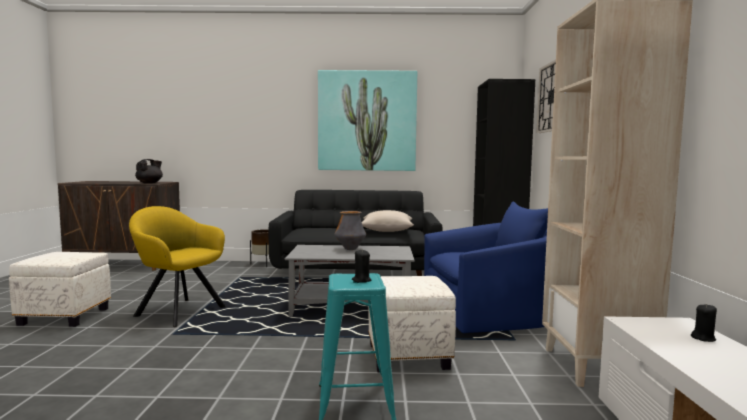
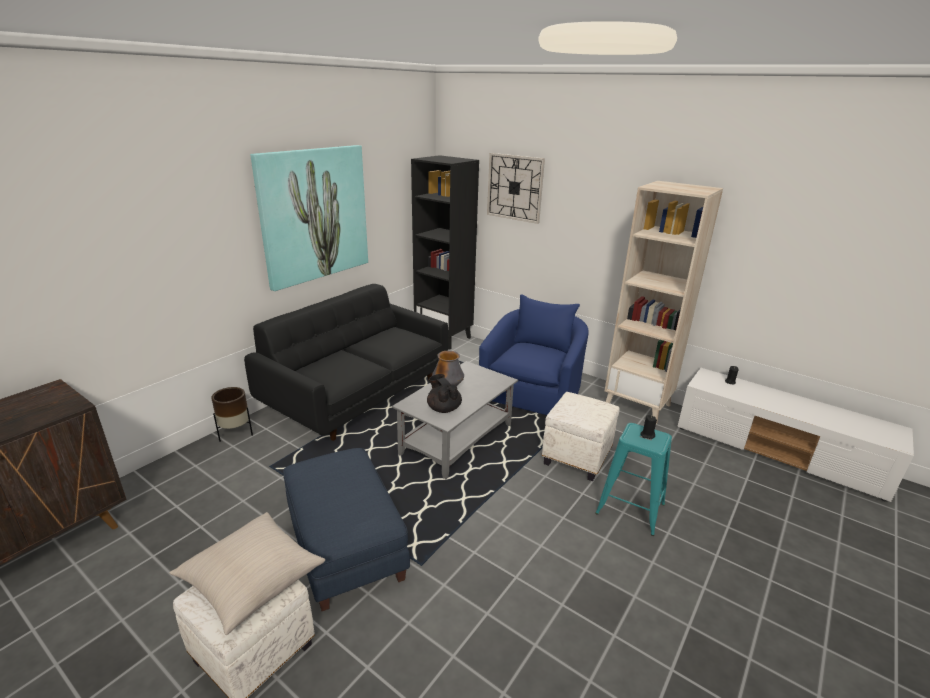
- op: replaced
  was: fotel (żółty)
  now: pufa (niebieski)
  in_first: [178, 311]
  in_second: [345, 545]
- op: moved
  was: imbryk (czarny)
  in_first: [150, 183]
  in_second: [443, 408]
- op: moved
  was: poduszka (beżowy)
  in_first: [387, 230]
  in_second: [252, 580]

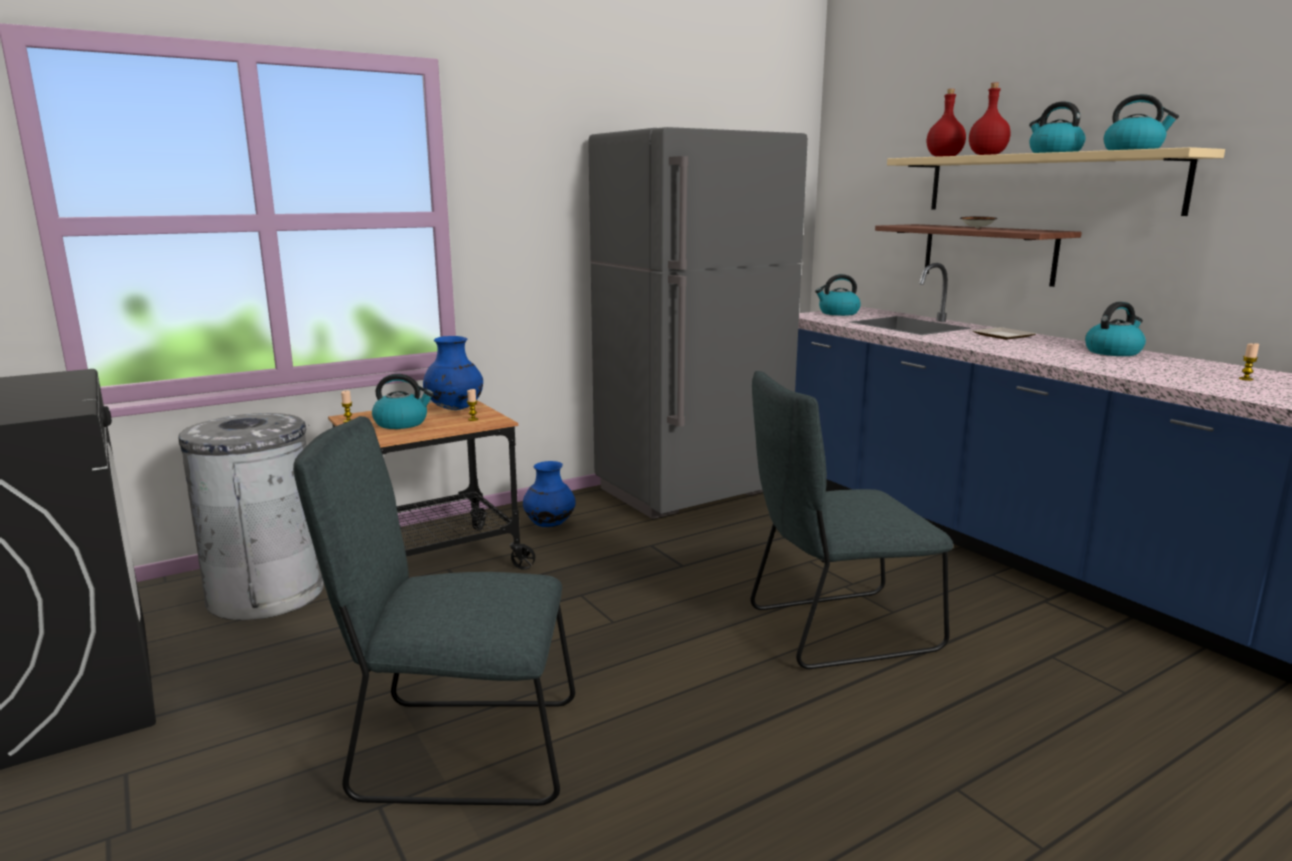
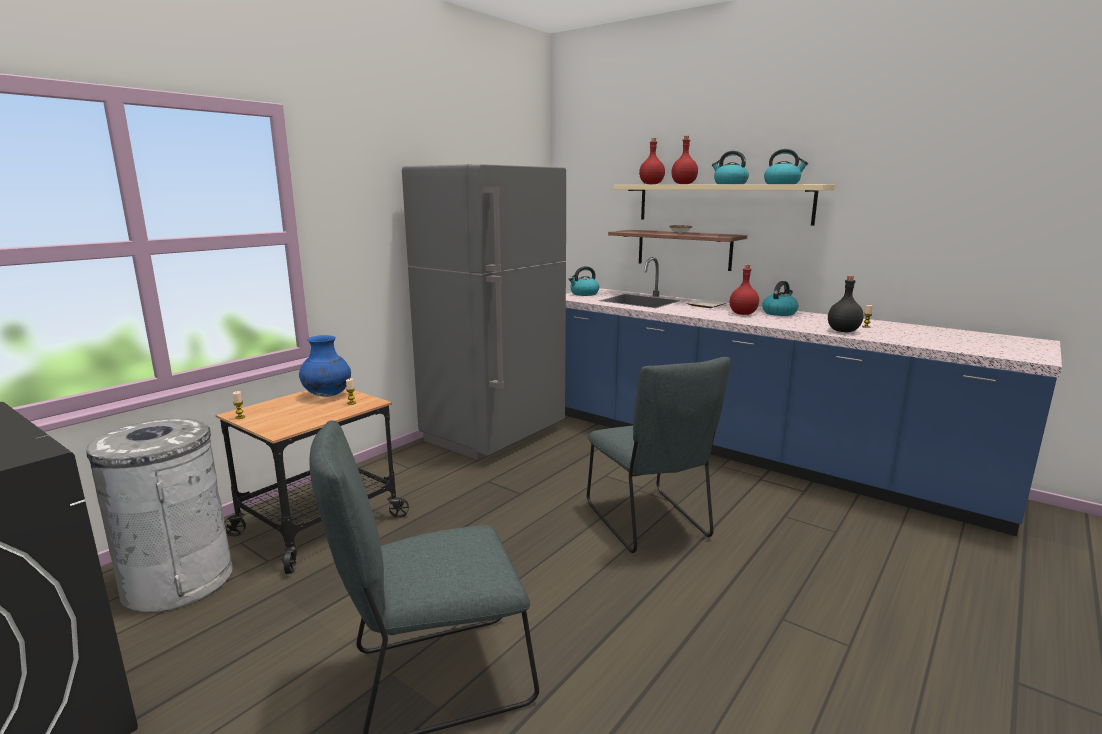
- op: removed
  was: czajnik
  in_first: [402, 423]
- op: removed
  was: wazon (niebieski)
  in_first: [549, 525]
- op: turned
  was: krzesło (szary)
  in_first: [834, 630]
  in_second: [649, 523]
  clockwise: -75
- op: added
  now: butelka (czerwony)
  in_second: [742, 314]
- op: added
  now: butelka (czarny)
  in_second: [843, 331]

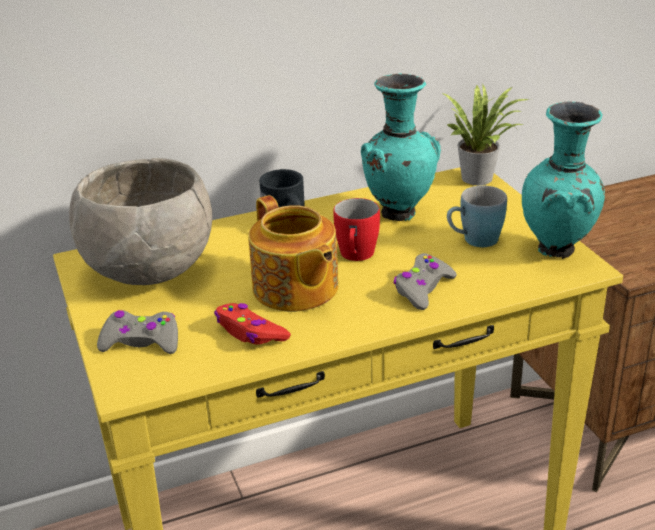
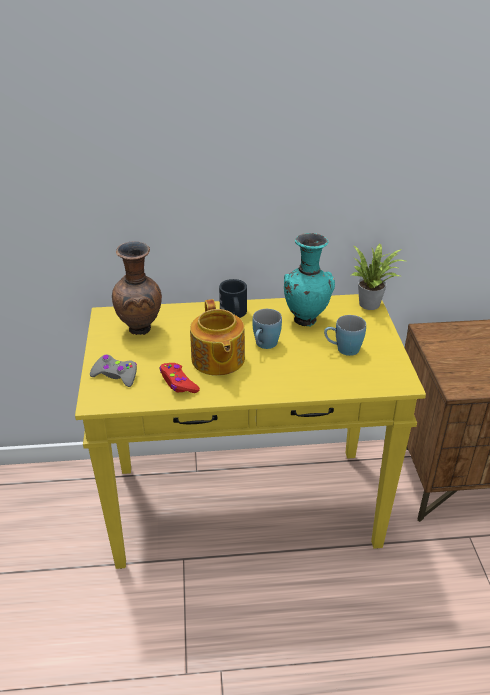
- op: replaced
  was: miska (szary)
  now: wazon (brązowy)
  in_first: [152, 271]
  in_second: [141, 330]
- op: recoloured
  was: kubek (czerwony)
  now: kubek (niebieski)
  in_first: [356, 257]
  in_second: [264, 345]
- op: removed
  was: pad do gier (szary)
  in_first: [423, 289]
- op: removed
  was: wazon (turkusowy)
  in_first: [558, 251]

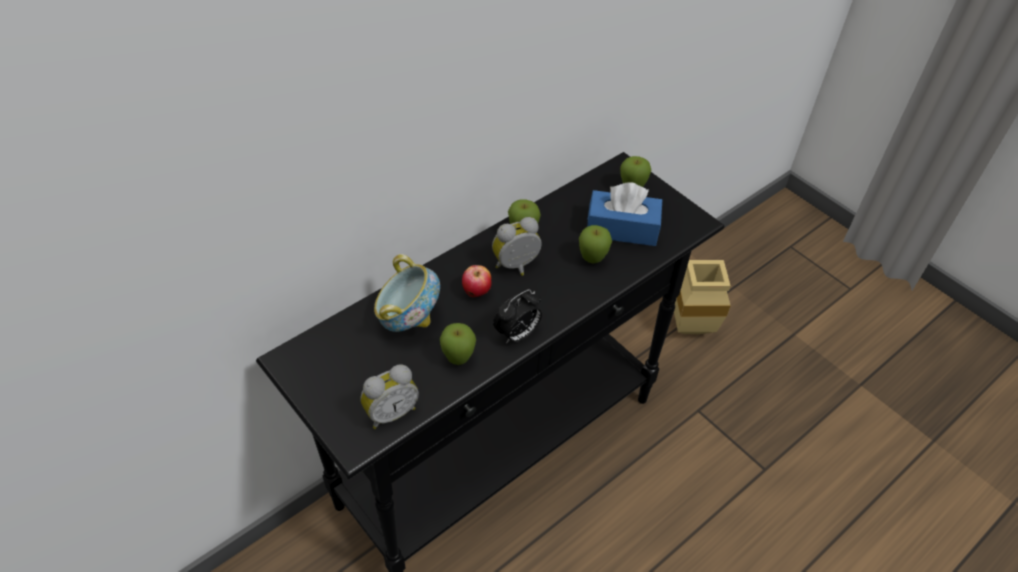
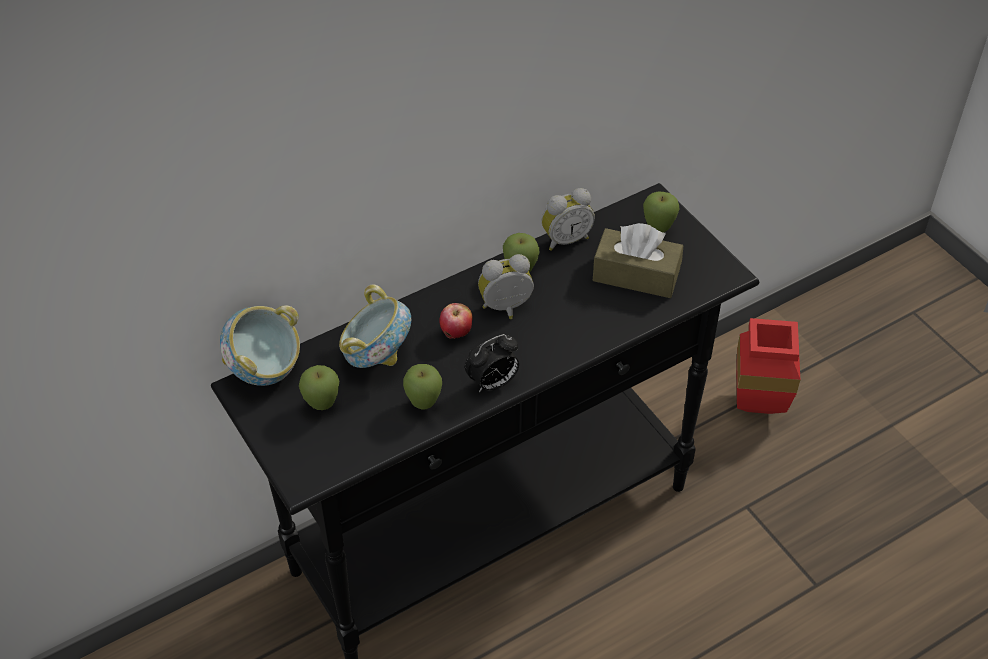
- op: moved
  was: budzik
  in_first: [390, 412]
  in_second: [565, 239]
- op: moved
  was: jabłko
  in_first: [592, 260]
  in_second: [322, 405]
- op: recoloured
  was: pudełko chusteczek (niebieski)
  now: pudełko chusteczek (brązowy)
  in_first: [622, 229]
  in_second: [636, 275]
- op: recoloured
  was: wazon (beżowy)
  now: wazon (czerwony)
  in_first: [688, 329]
  in_second: [755, 406]
- op: added
  now: miska
  in_second: [265, 370]

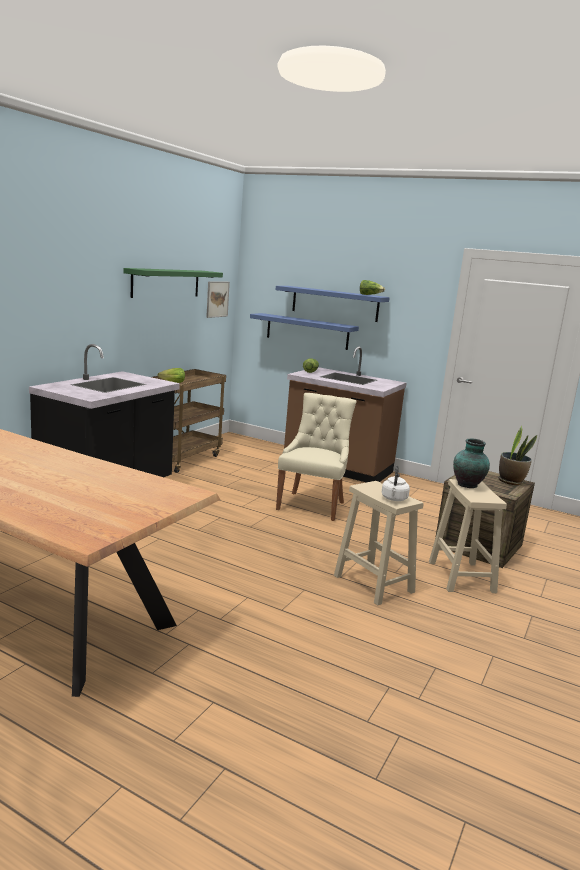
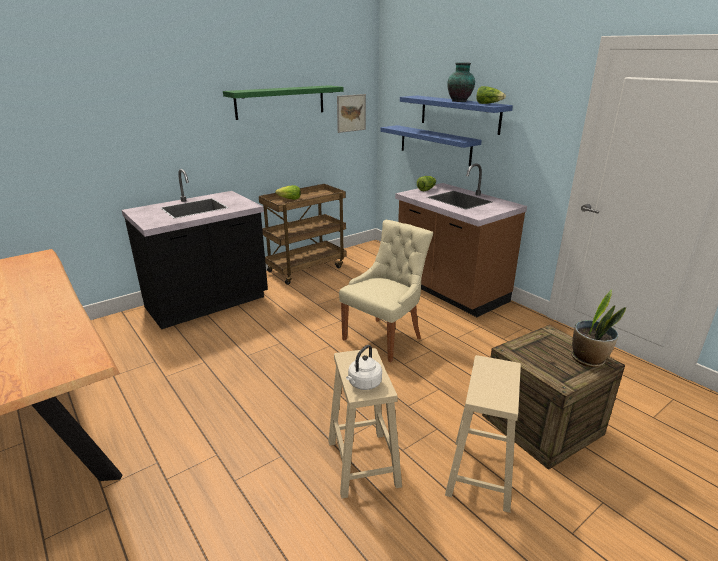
- op: moved
  was: wazon
  in_first: [468, 485]
  in_second: [460, 101]

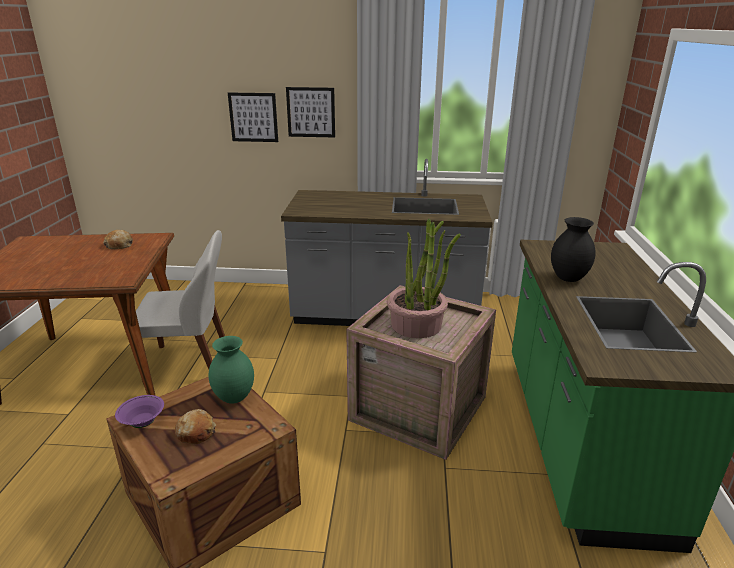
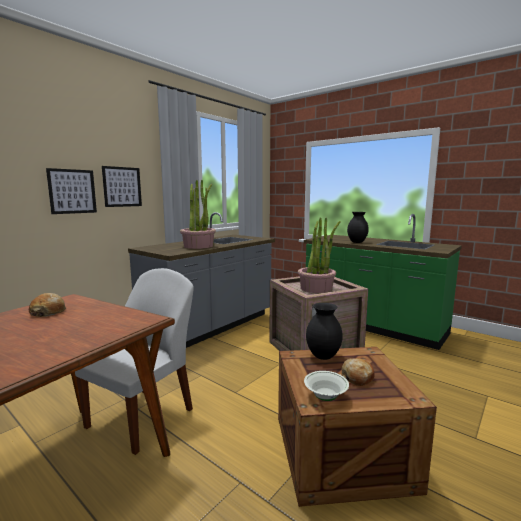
- op: recoloured
  was: miska (fioletowy)
  now: miska (biały)
  in_first: [143, 423]
  in_second: [325, 397]
- op: recoloured
  was: wazon (zielony)
  now: wazon (czarny)
  in_first: [233, 398]
  in_second: [323, 357]
- op: added
  now: roślina doniczkowa
  in_second: [198, 246]

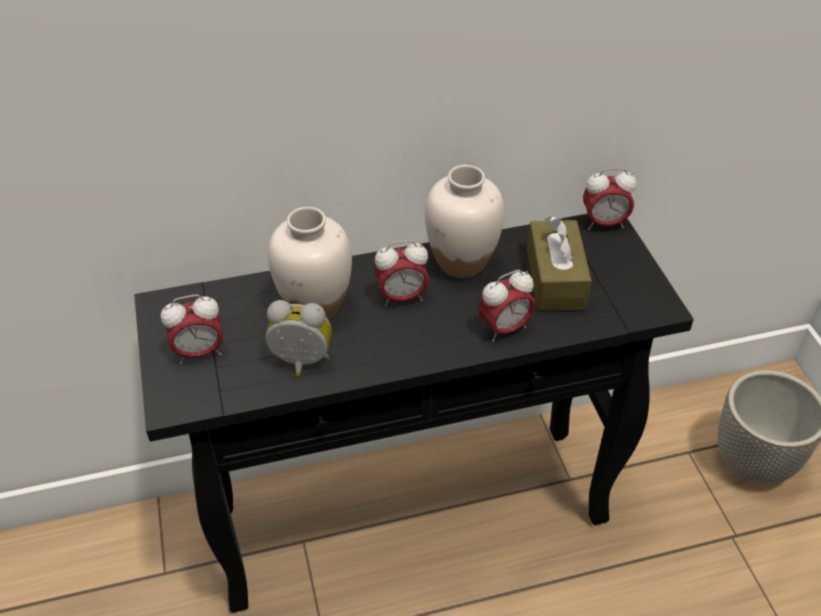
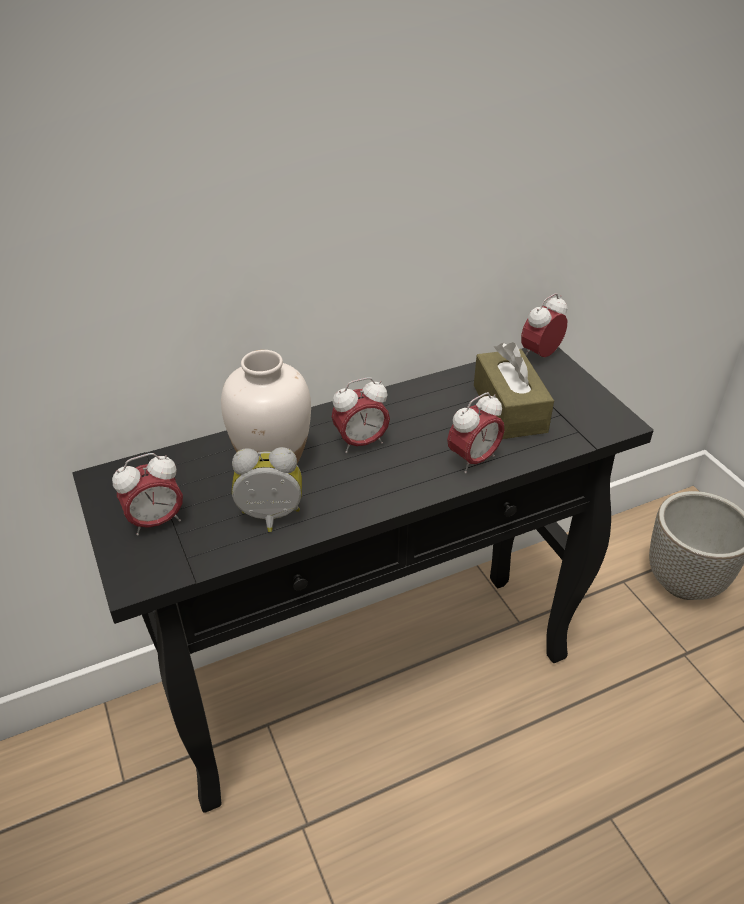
- op: removed
  was: wazon (biały)
  in_first: [461, 262]
- op: turned
  was: budzik
  in_first: [604, 223]
  in_second: [540, 355]
  clockwise: 150

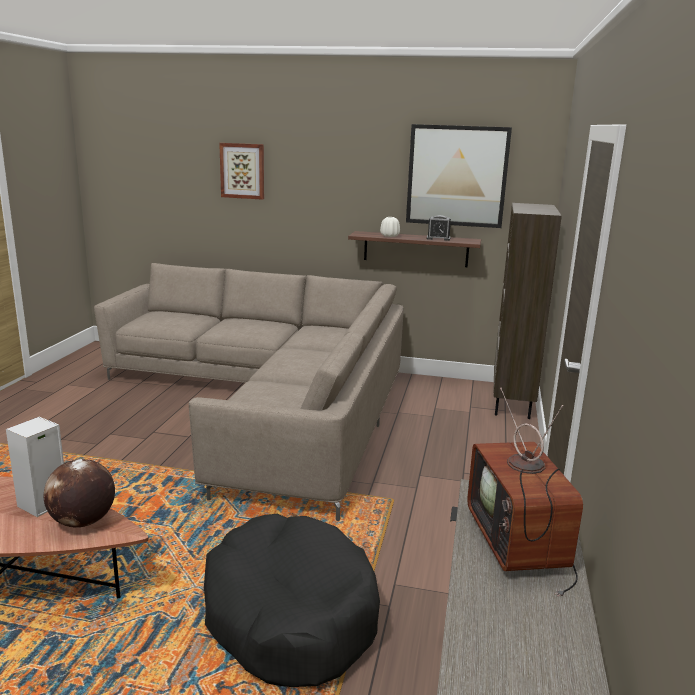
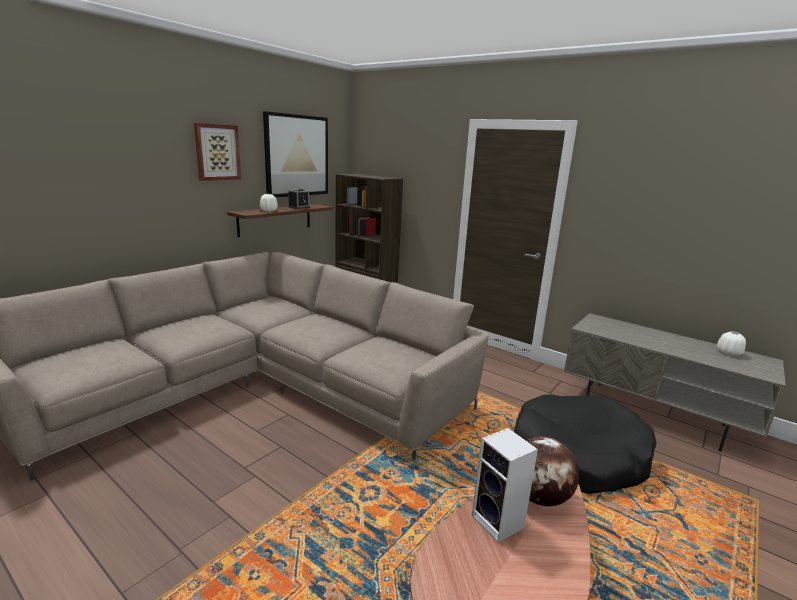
- op: moved
  was: obraz
  in_first: [242, 171]
  in_second: [217, 152]
- op: removed
  was: telewizor
  in_first: [521, 544]
- op: added
  now: wazon (biały)
  in_second: [729, 353]

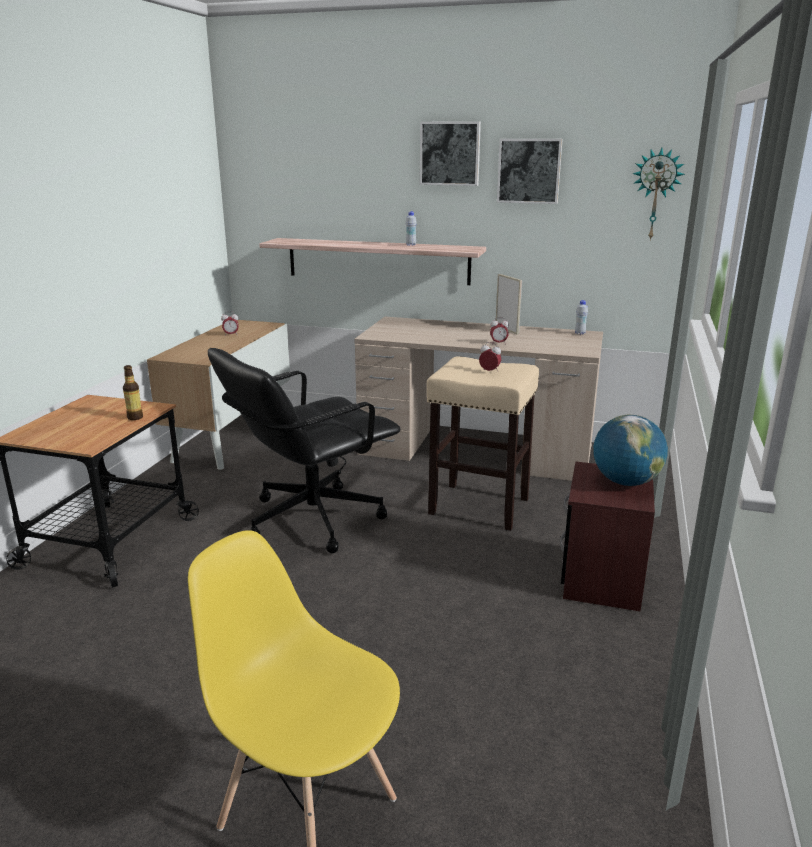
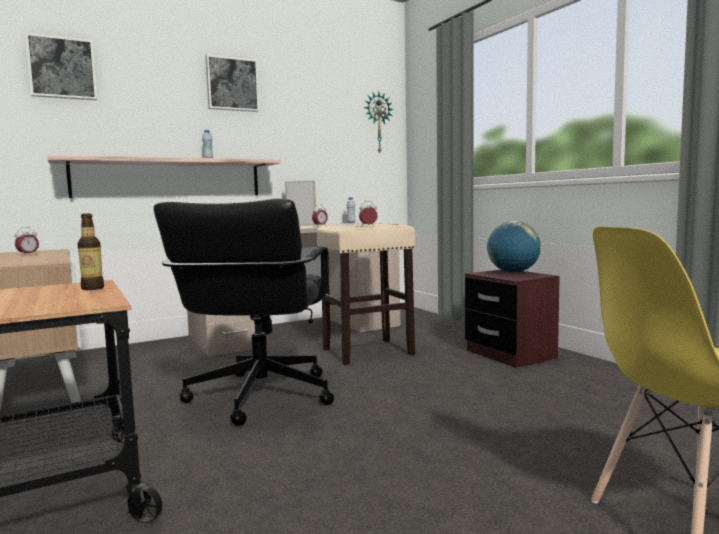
- op: moved
  was: obraz
  in_first: [529, 171]
  in_second: [62, 68]

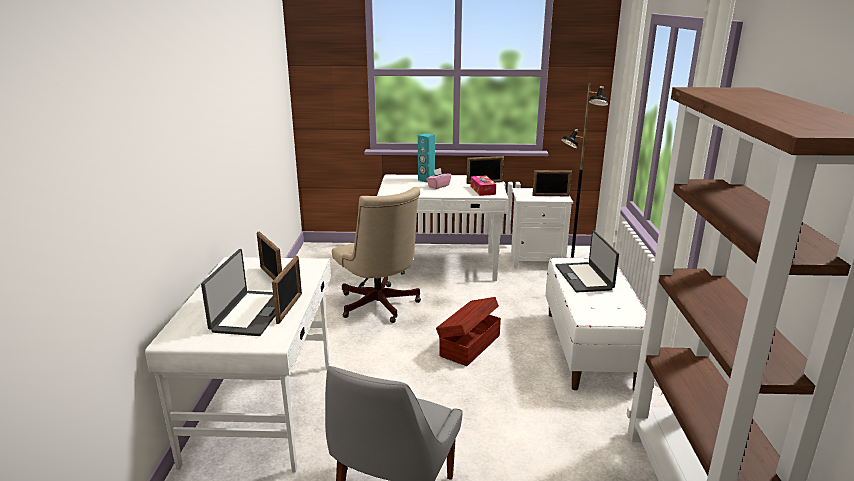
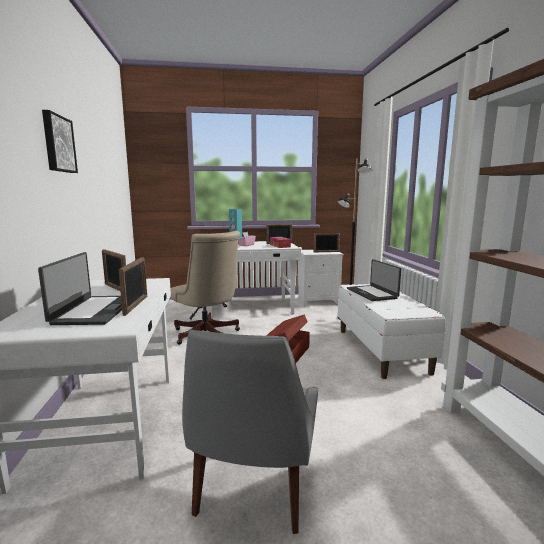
- op: added
  now: obraz
  in_second: [58, 144]

